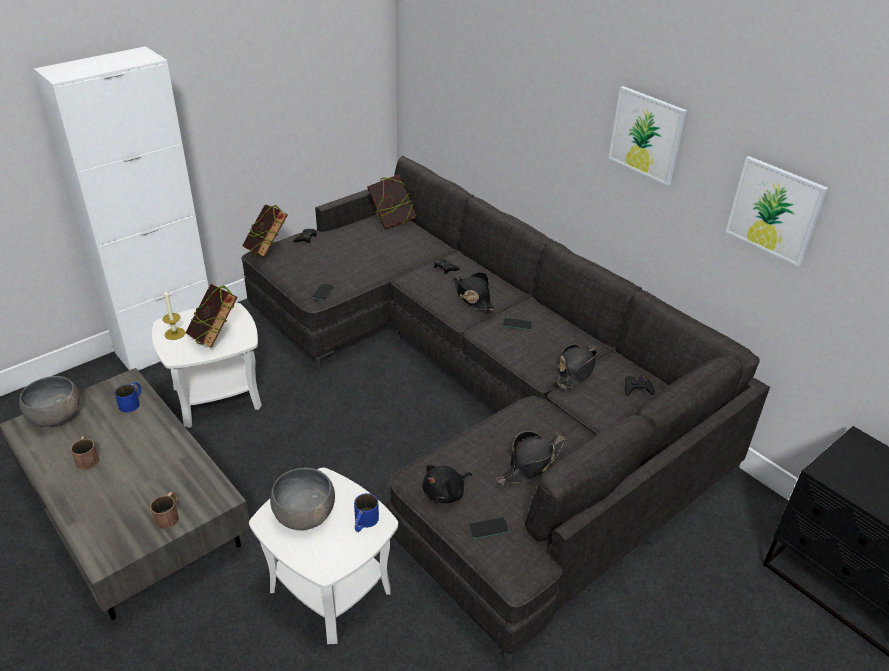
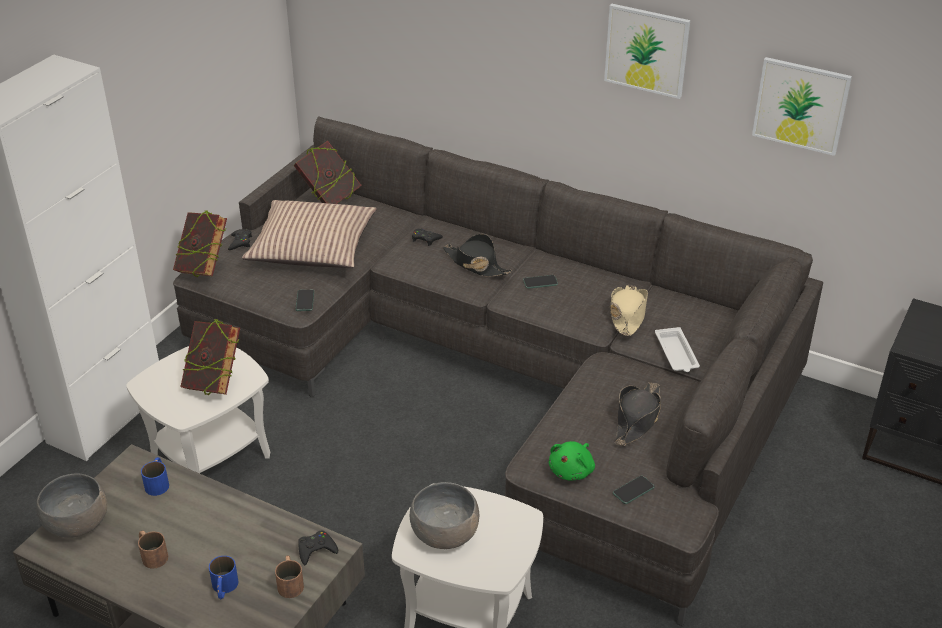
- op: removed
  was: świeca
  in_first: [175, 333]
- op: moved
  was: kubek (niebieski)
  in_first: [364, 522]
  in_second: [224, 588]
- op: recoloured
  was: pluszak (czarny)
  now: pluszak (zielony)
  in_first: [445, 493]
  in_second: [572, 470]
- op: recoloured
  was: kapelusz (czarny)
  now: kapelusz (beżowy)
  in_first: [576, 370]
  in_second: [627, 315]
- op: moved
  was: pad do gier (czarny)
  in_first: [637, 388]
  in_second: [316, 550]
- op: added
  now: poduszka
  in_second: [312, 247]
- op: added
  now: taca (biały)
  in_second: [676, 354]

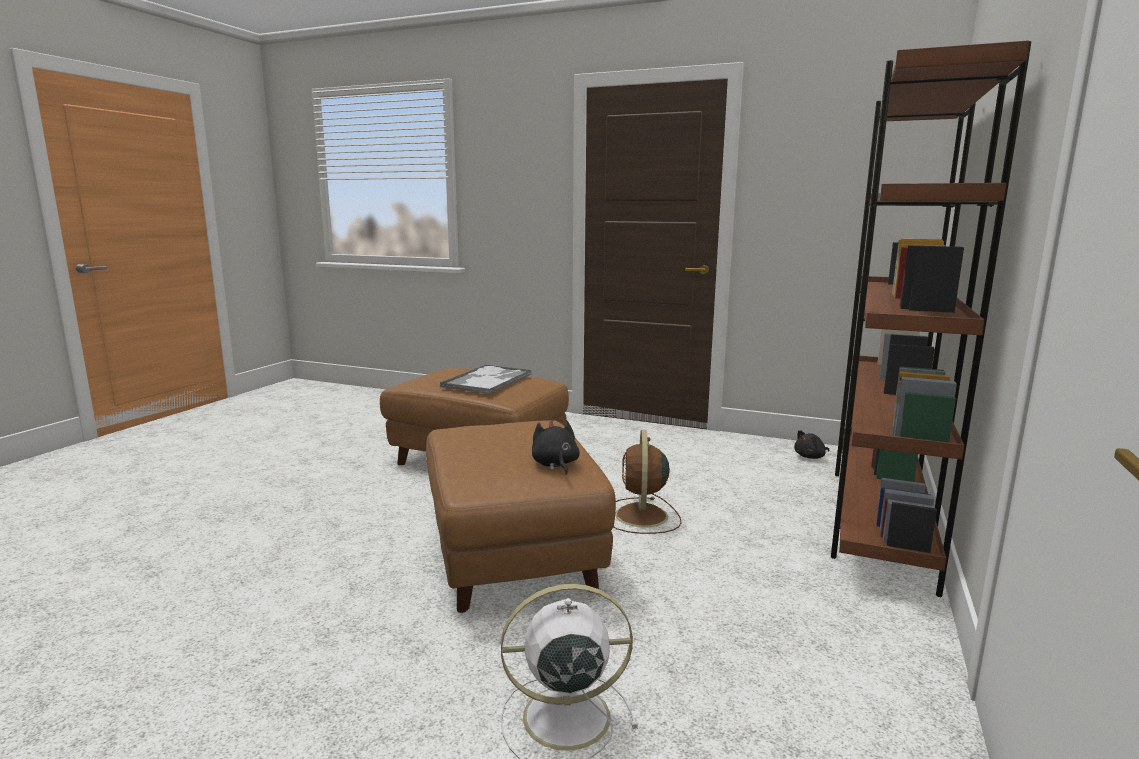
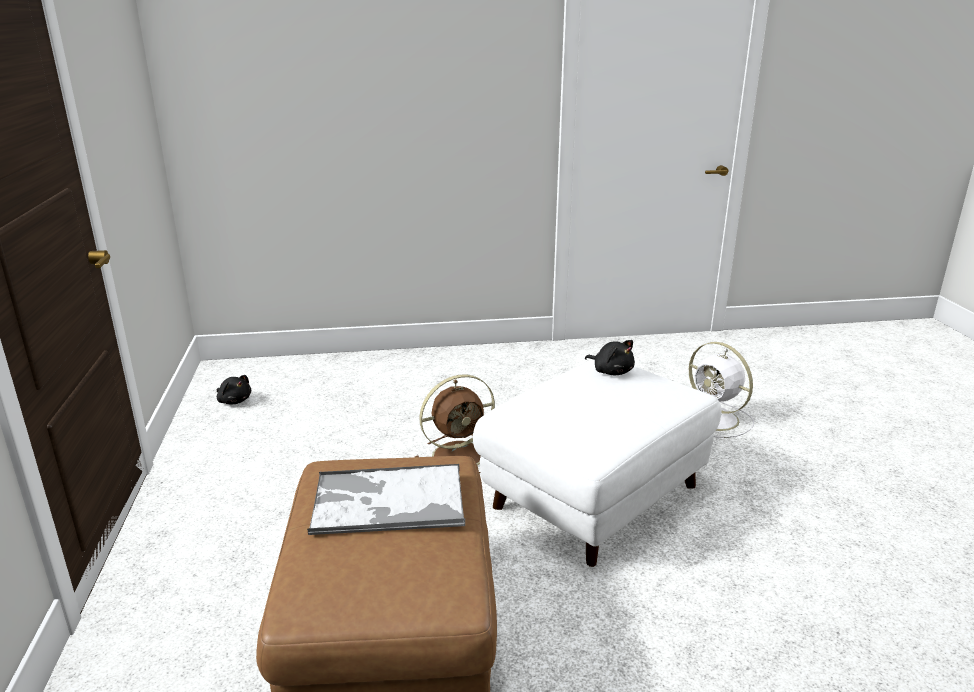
- op: recoloured
  was: pufa (brązowy)
  now: pufa (biały)
  in_first: [514, 553]
  in_second: [595, 495]
- op: turned
  was: pluszak (czarny)
  in_first: [555, 465]
  in_second: [611, 371]
  clockwise: -90
- op: removed
  was: regał (brązowy)
  in_first: [879, 518]

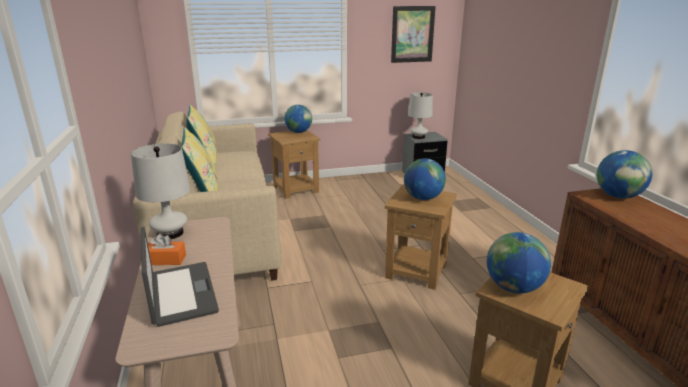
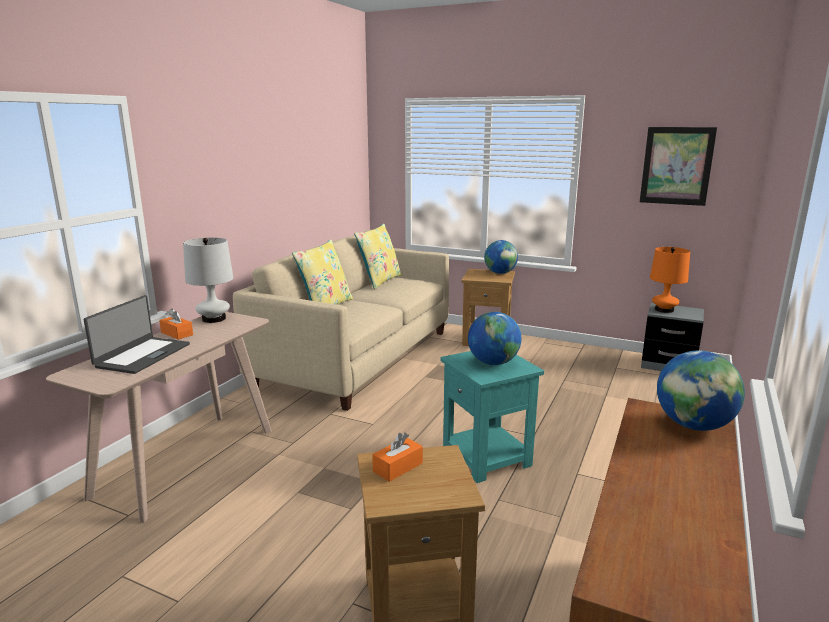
- op: recoloured
  was: stolik (brązowy)
  now: stolik (turkusowy)
  in_first: [417, 271]
  in_second: [487, 458]
- op: recoloured
  was: lampa stołowa (biały)
  now: lampa stołowa (pomarańczowy)
  in_first: [418, 137]
  in_second: [664, 310]
- op: replaced
  was: globus
  now: pudełko chusteczek (pomarańczowy)
  in_first: [513, 288]
  in_second: [398, 467]

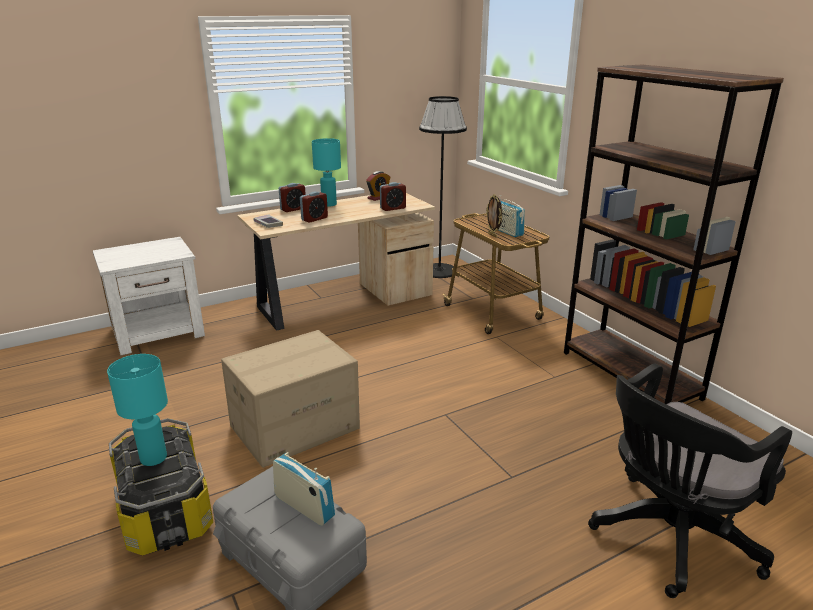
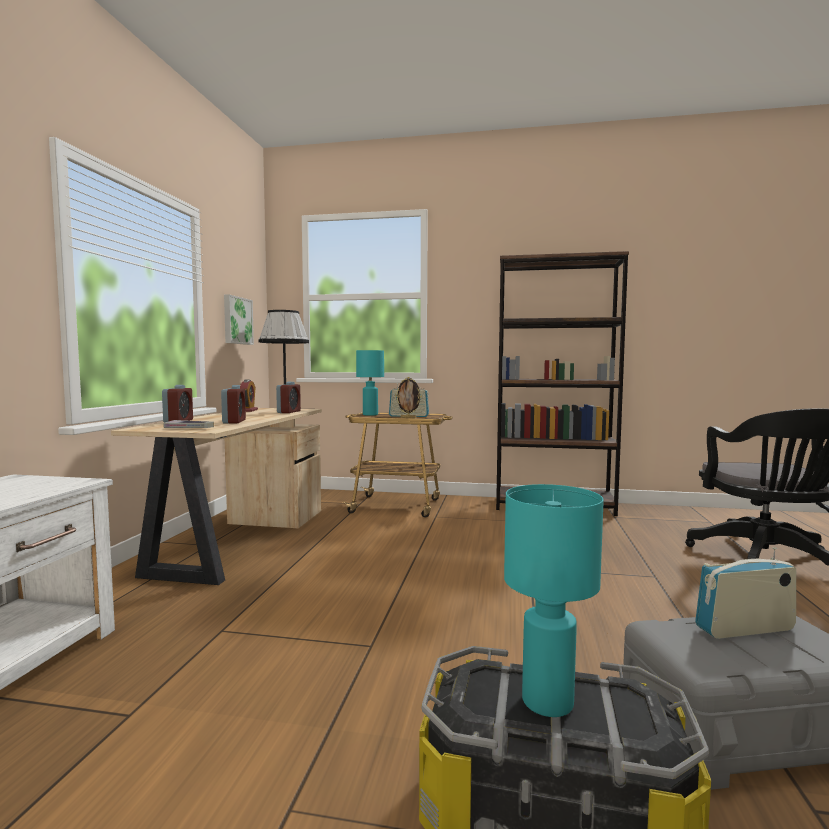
- op: removed
  was: karton
  in_first: [294, 427]
- op: moved
  was: lampa stołowa (turkusowy)
  in_first: [329, 204]
  in_second: [370, 415]
- op: added
  now: obraz
  in_second: [236, 320]

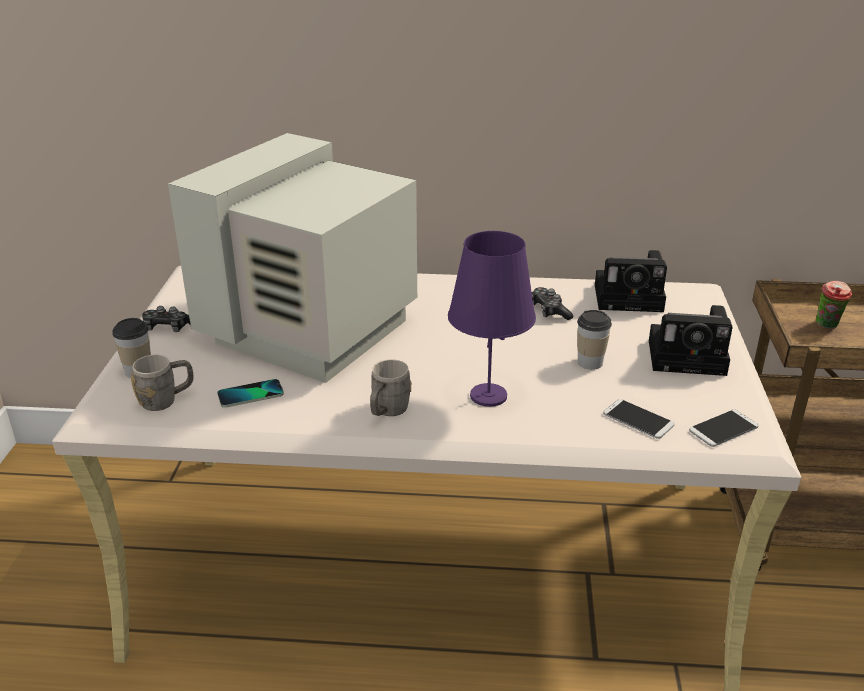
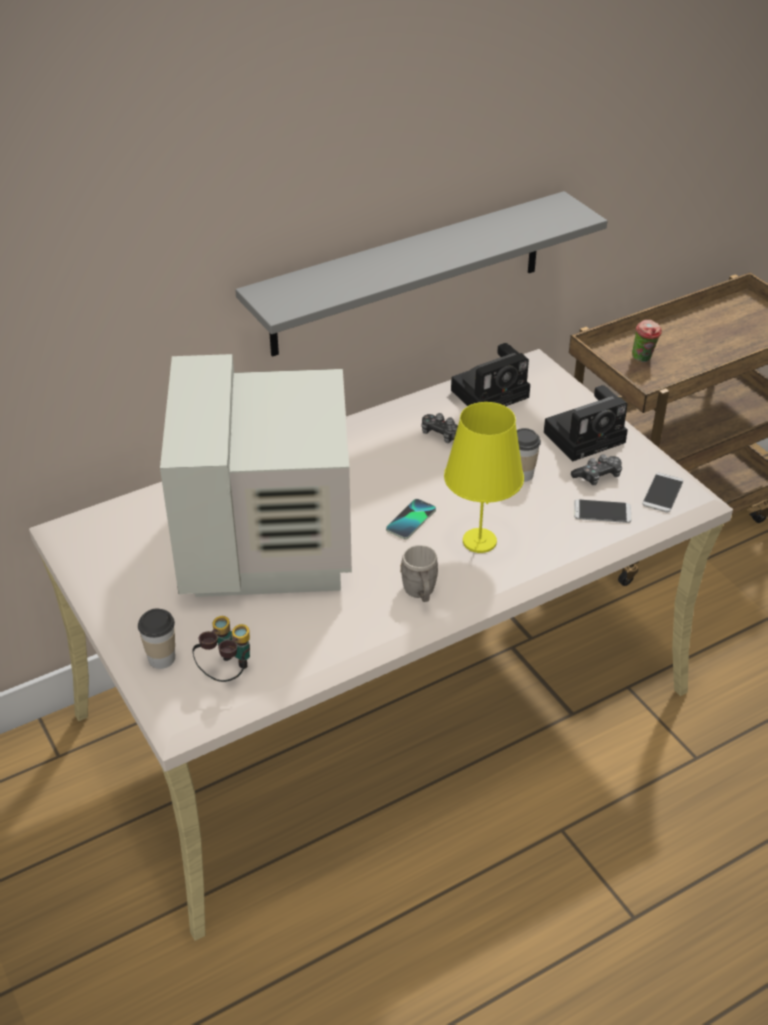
- op: replaced
  was: kubek (szary)
  now: lornetka
  in_first: [166, 400]
  in_second: [226, 672]
- op: moved
  was: pad do gier
  in_first: [168, 327]
  in_second: [598, 476]
- op: moved
  was: telefon
  in_first: [250, 395]
  in_second: [411, 520]
- op: recoloured
  was: lampa stołowa (fioletowy)
  now: lampa stołowa (żółty)
  in_first: [489, 396]
  in_second: [480, 541]
- op: added
  now: półka (szary)
  in_second: [408, 274]

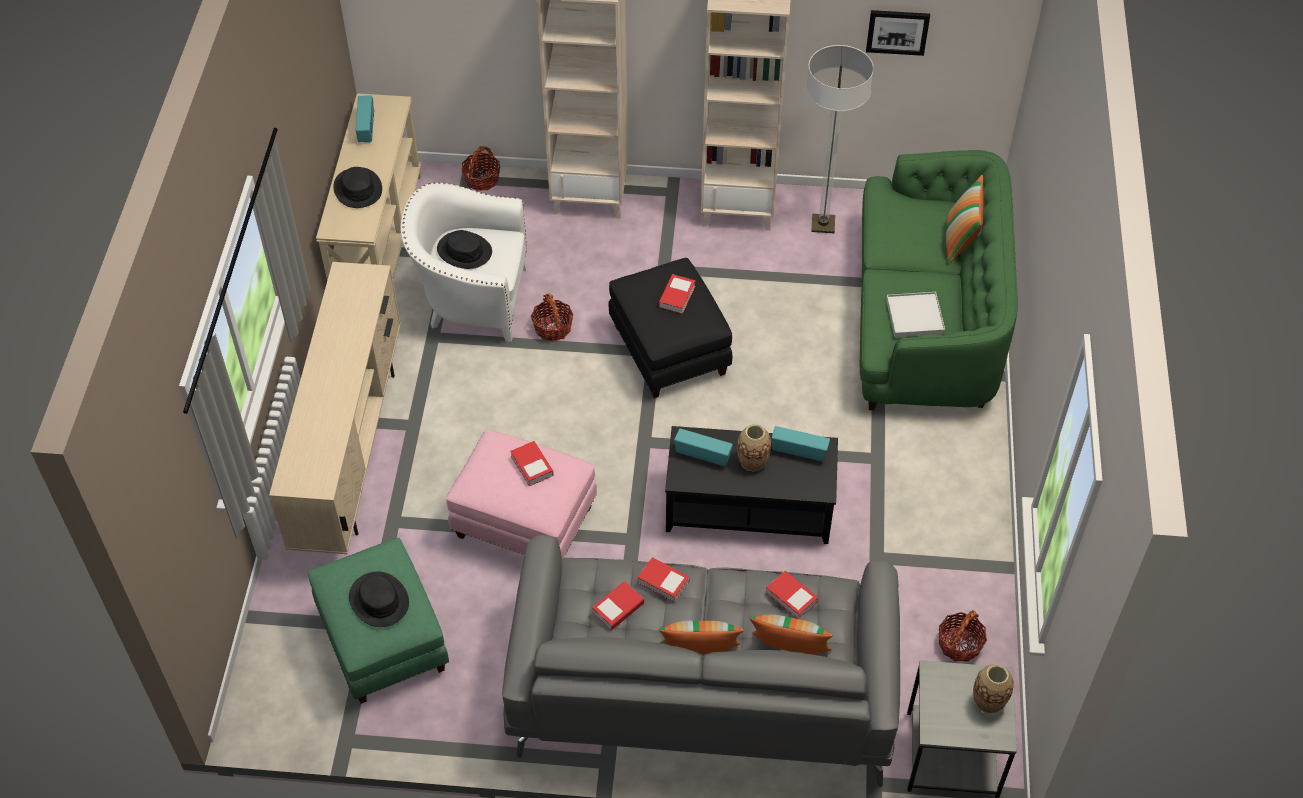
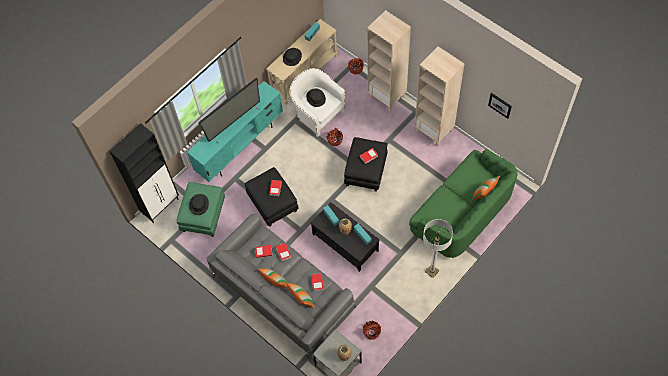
- op: recoloured
  was: szafka pod telewizor (beżowy)
  now: szafka pod telewizor (turkusowy)
  in_first: [351, 450]
  in_second: [240, 146]
- op: recoloured
  was: pufa (różowy)
  now: pufa (czarny)
  in_first: [523, 523]
  in_second: [272, 203]
- op: moved
  was: lampa stojąca
  in_first: [823, 224]
  in_second: [432, 271]
- op: removed
  was: taca (biały)
  in_first: [914, 317]
- op: added
  now: szafka (czarny)
  in_second: [161, 206]
- op: added
  now: telewizor
  in_second: [234, 122]

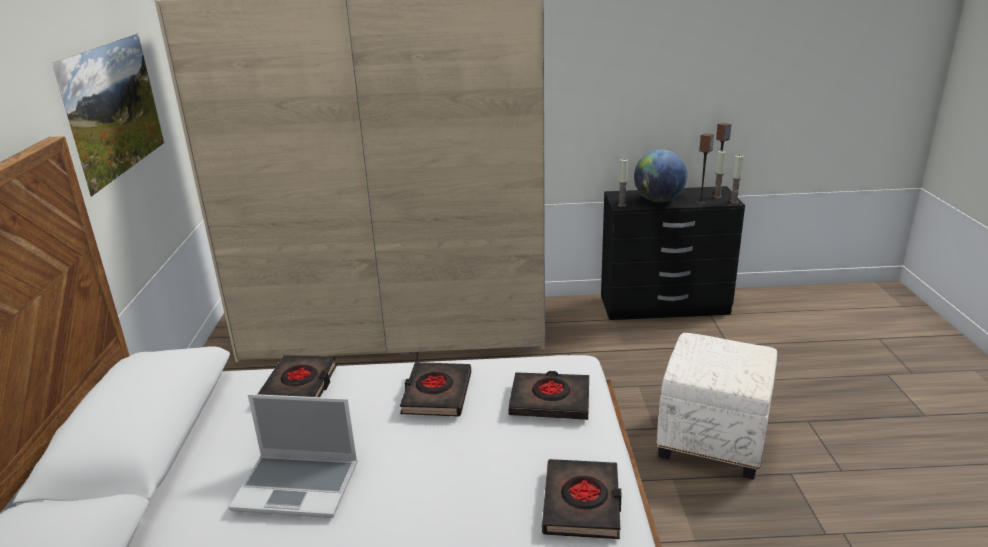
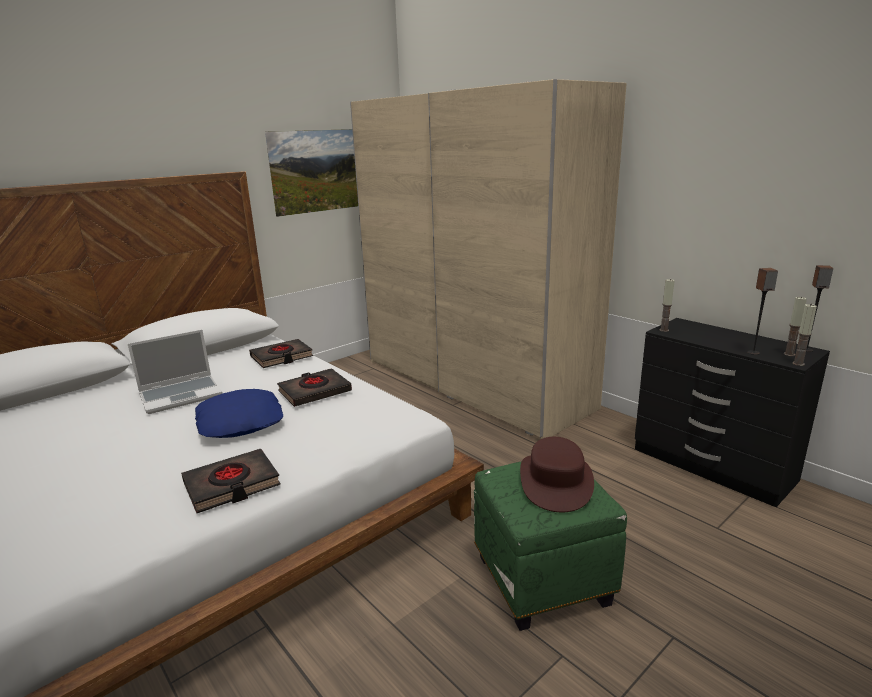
- op: turned
  was: laptop
  in_first: [299, 486]
  in_second: [182, 395]
  clockwise: -90
- op: removed
  was: książka (czarny)
  in_first: [550, 401]
- op: removed
  was: globus
  in_first: [658, 200]
- op: recoloured
  was: pufa (biały)
  now: pufa (zielony)
  in_first: [713, 441]
  in_second: [544, 580]
- op: added
  now: poduszka (niebieski)
  in_second: [241, 422]
- op: added
  now: kapelusz (brązowy)
  in_second: [556, 482]

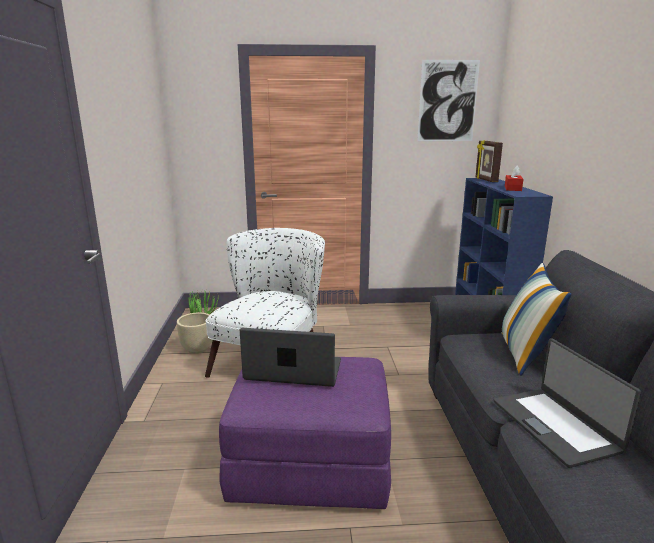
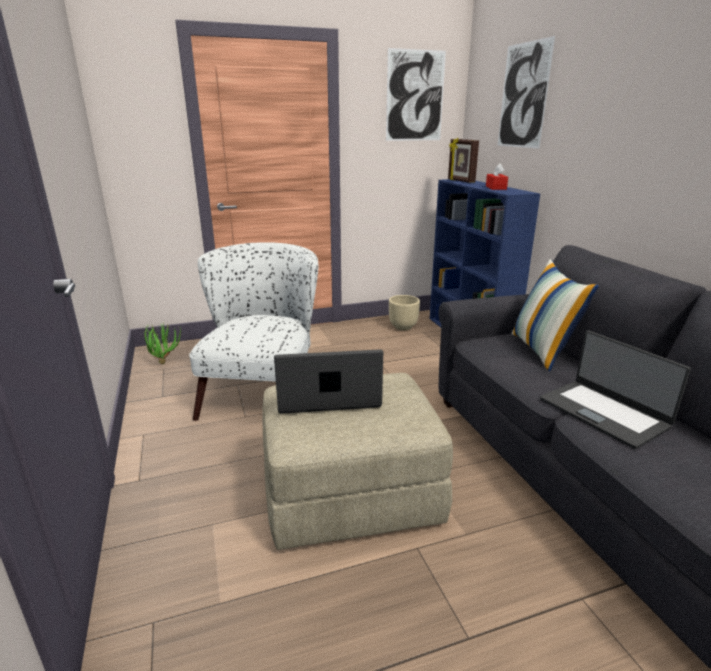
- op: moved
  was: donica (beżowy)
  in_first: [198, 349]
  in_second: [403, 327]
- op: recoloured
  was: pufa (fioletowy)
  now: pufa (beżowy)
  in_first: [309, 465]
  in_second: [349, 494]
- op: added
  now: obraz
  in_second: [523, 96]

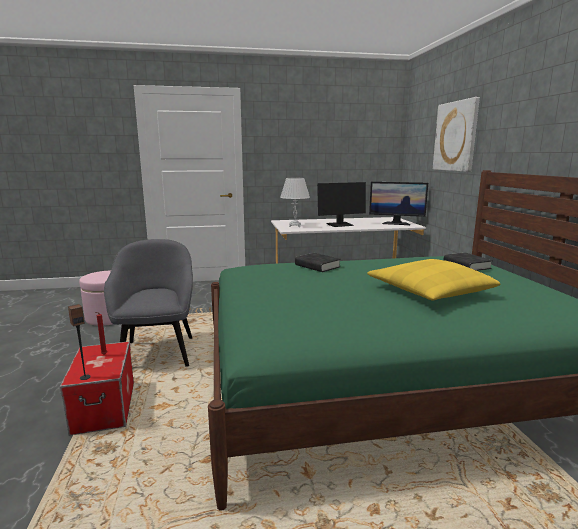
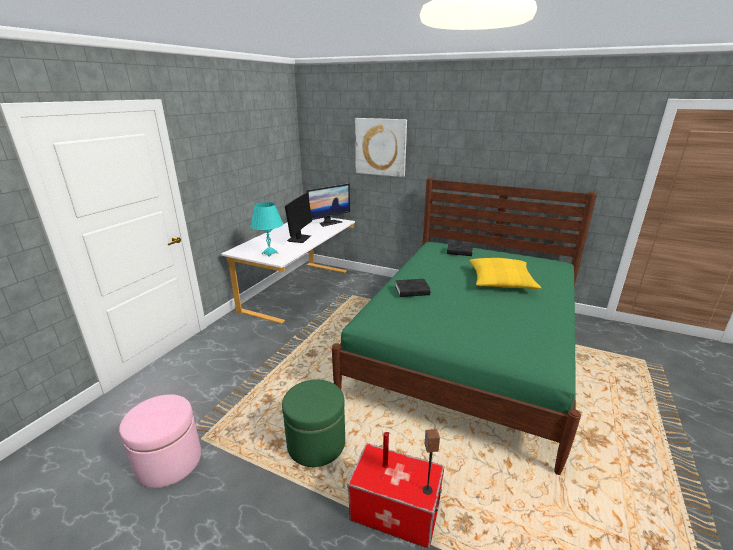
- op: replaced
  was: fotel (szary)
  now: pufa (zielony)
  in_first: [158, 352]
  in_second: [316, 443]
- op: recoloured
  was: lampa stołowa (biały)
  now: lampa stołowa (turkusowy)
  in_first: [294, 226]
  in_second: [269, 253]

